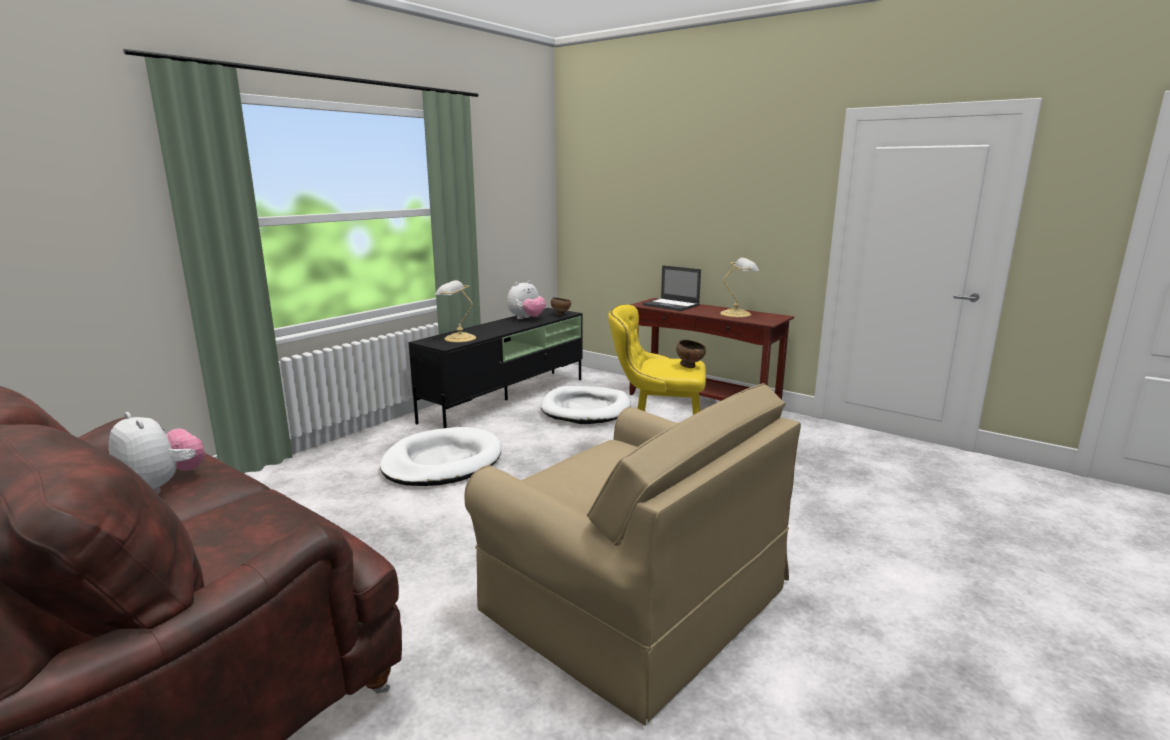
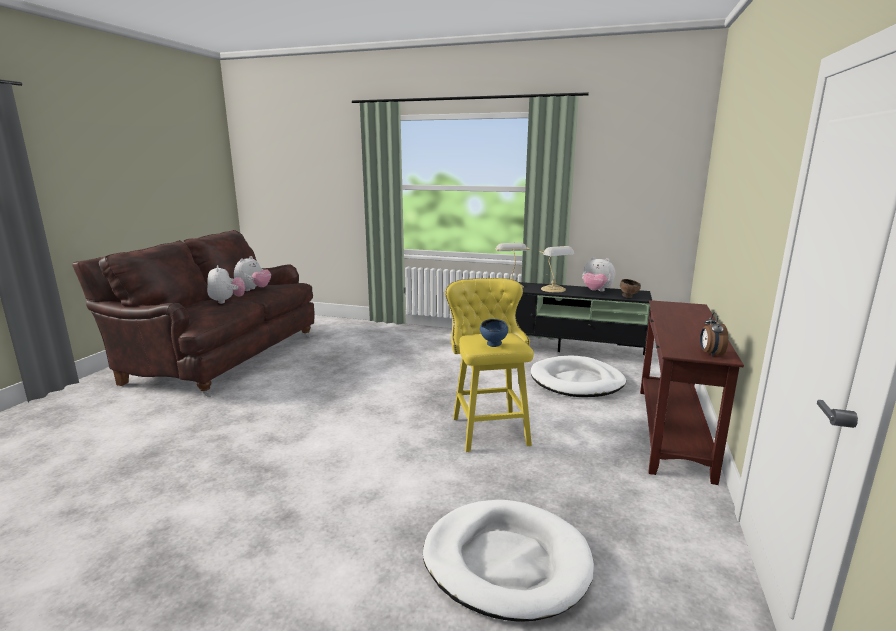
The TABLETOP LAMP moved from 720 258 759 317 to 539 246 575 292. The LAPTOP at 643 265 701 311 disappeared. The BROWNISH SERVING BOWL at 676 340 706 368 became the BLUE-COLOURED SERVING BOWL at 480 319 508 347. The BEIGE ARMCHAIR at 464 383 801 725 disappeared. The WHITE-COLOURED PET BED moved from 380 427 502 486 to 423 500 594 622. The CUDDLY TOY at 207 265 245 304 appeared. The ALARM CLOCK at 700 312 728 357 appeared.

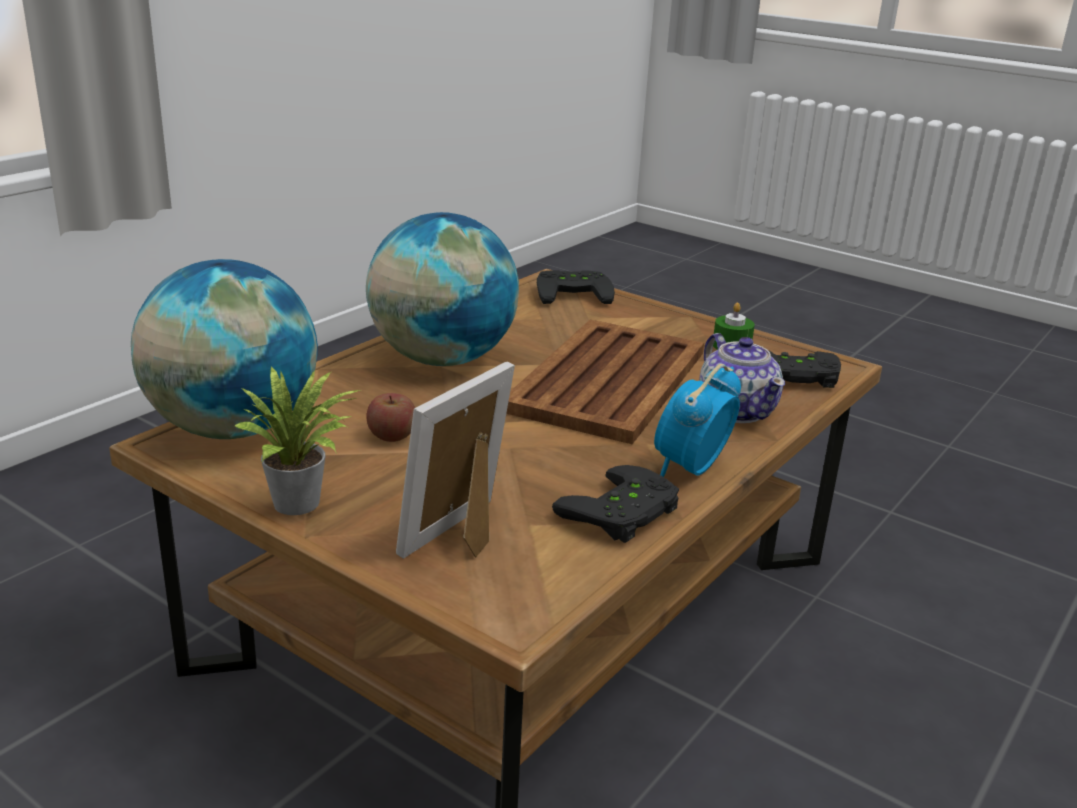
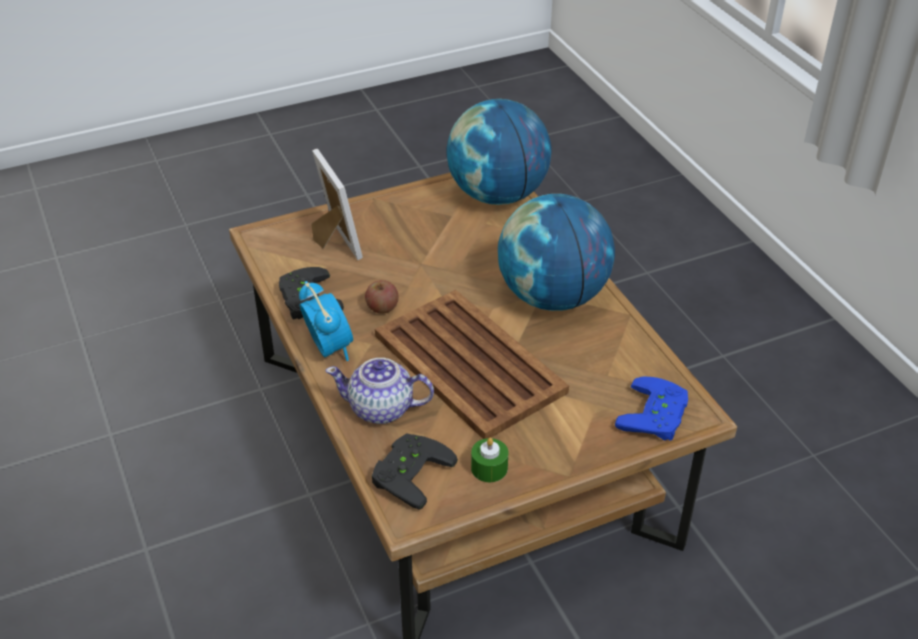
The BLACK-COLOURED GAME CONTROLLER at 537 270 615 304 became the BLUE-COLOURED GAME CONTROLLER at 615 376 688 441. The POTTED PLANT at 235 367 360 515 disappeared. The APPLE FRUIT moved from 366 393 415 442 to 365 280 399 314.

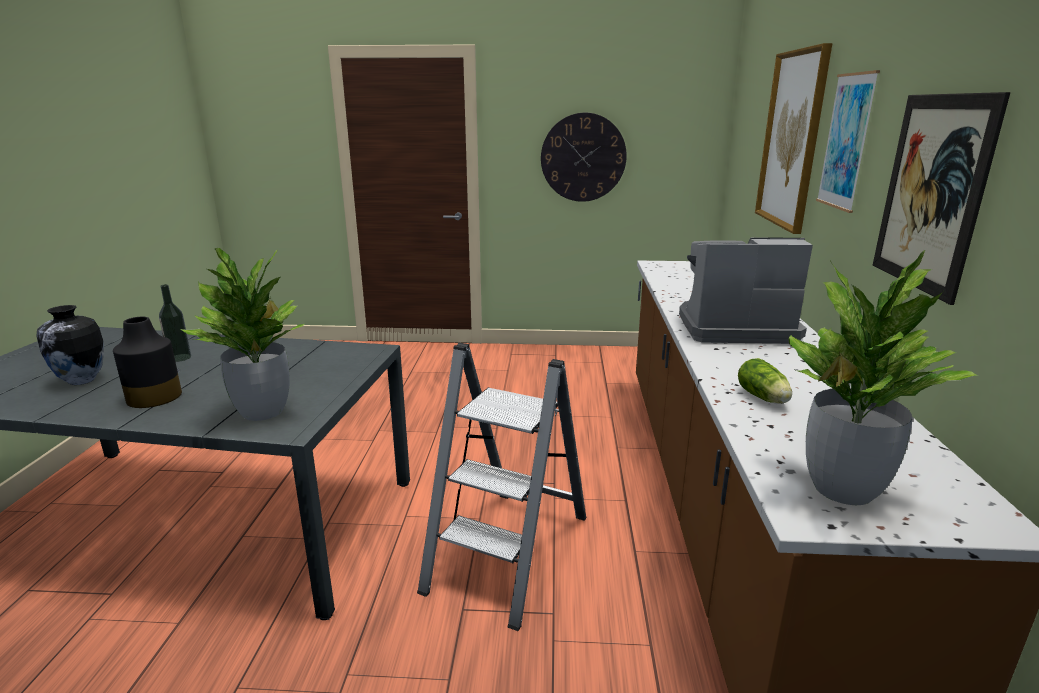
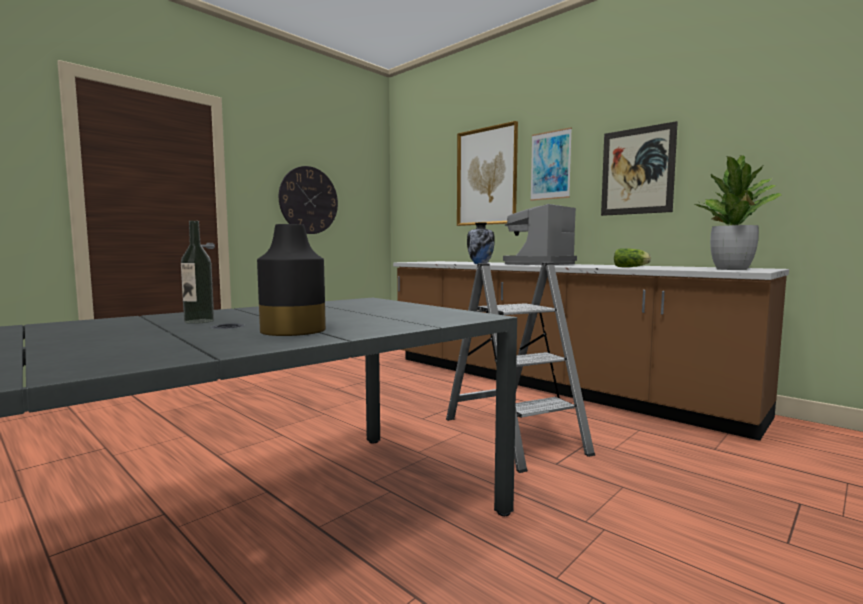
The POTTED PLANT at 181 248 304 421 disappeared. The VASE moved from 36 305 104 385 to 467 223 495 264.

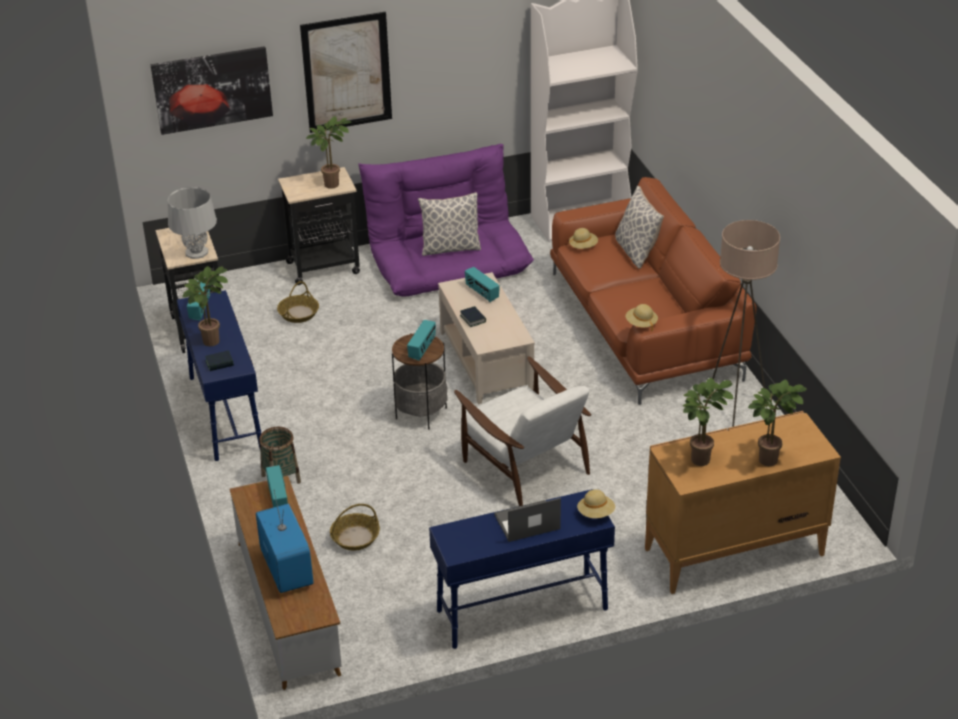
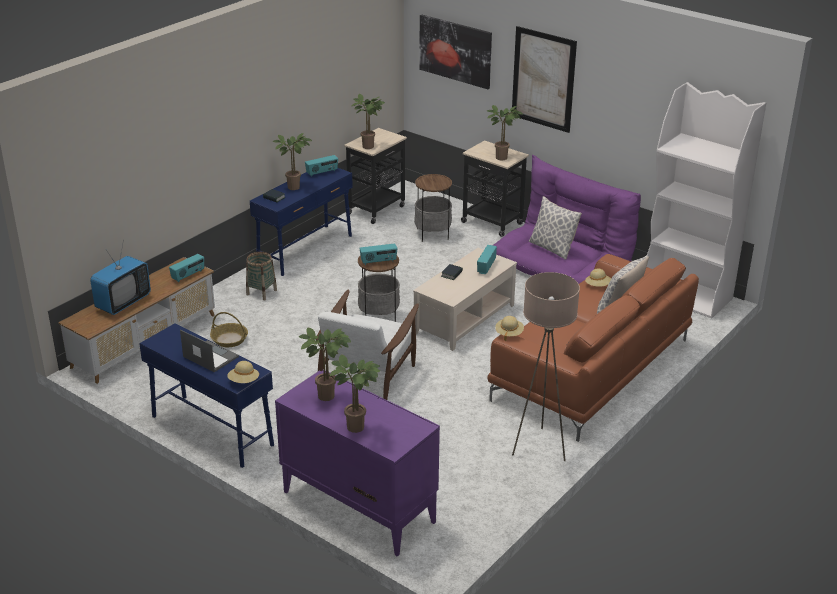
The GRAY TABLETOP LAMP at 167 187 217 259 was replaced by the POTTED PLANT at 352 94 385 149. The STORAGE BASKET at 277 281 319 323 was replaced by the SIDE TABLE at 414 174 452 242. The BROWNISH STORAGE CABINET at 645 411 841 594 became the PURPLE STORAGE CABINET at 275 370 440 557.

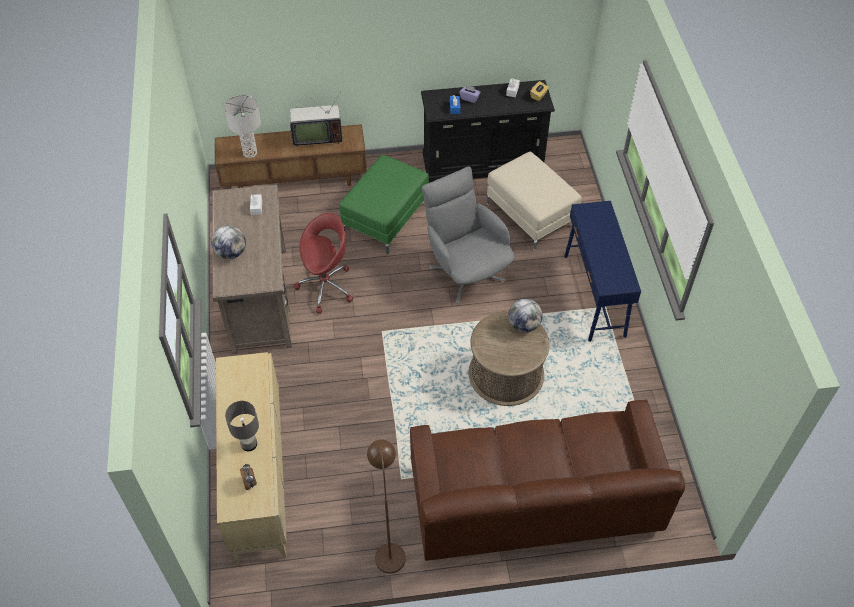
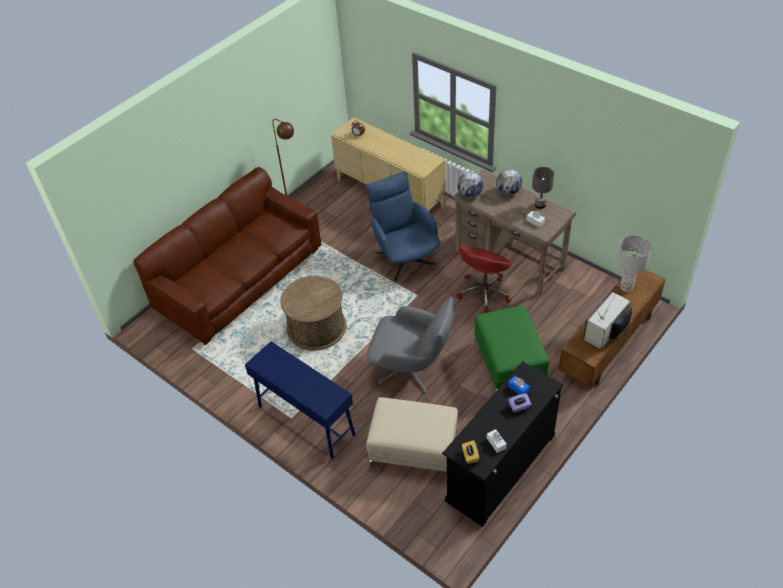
The GLOBE moved from 508 299 543 332 to 457 172 483 198. The GRAY TABLETOP LAMP moved from 225 401 259 451 to 532 167 554 209. The BLUE-COLOURED ARMCHAIR at 366 171 441 281 appeared.

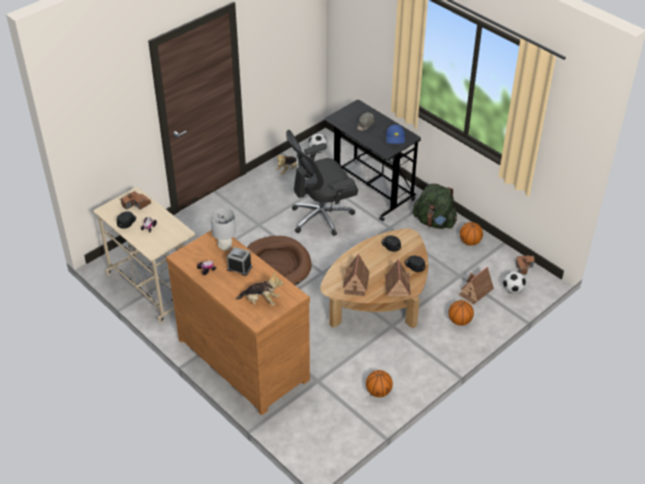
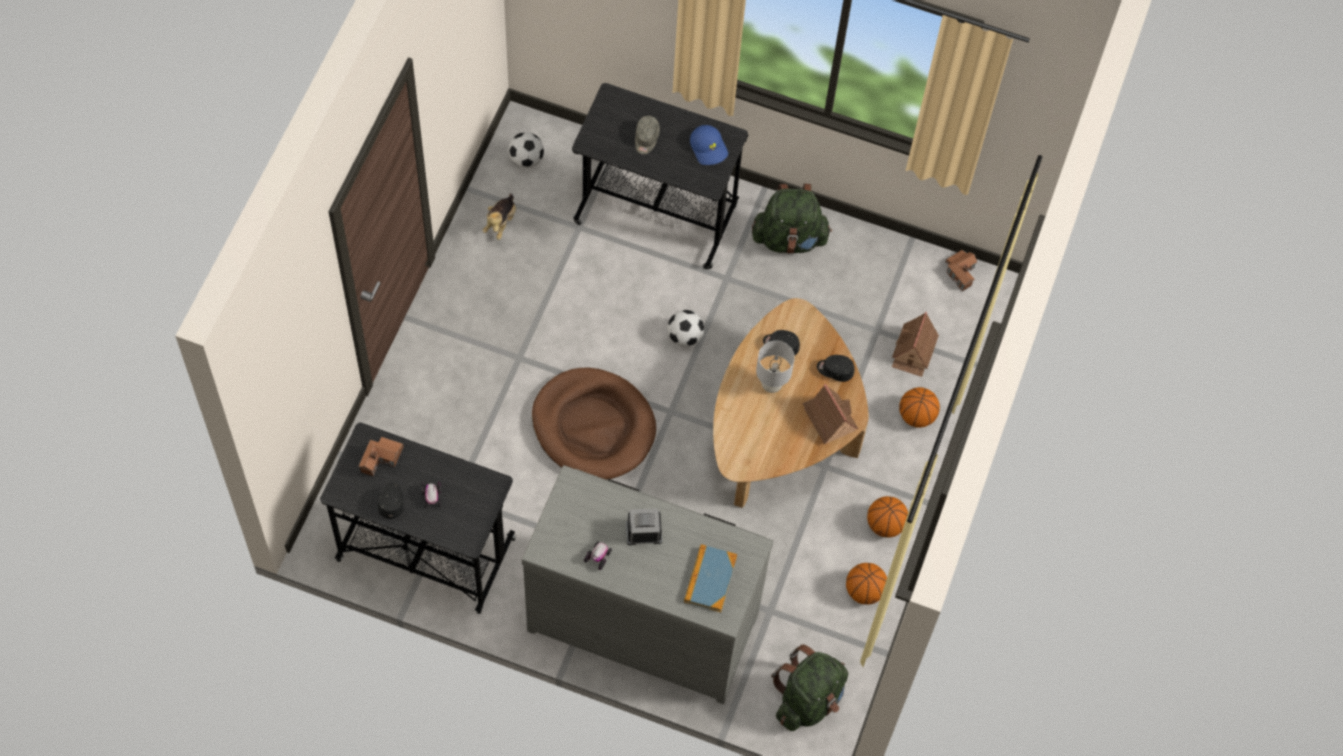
The COMPUTER CHAIR at 286 130 358 236 disappeared. The BEIGE DESK UNIT at 94 187 196 323 became the BLACK-COLOURED DESK UNIT at 320 423 516 614. The GRAY TABLETOP LAMP moved from 210 208 236 250 to 756 341 795 393. The BASKETBALL BALL moved from 460 222 483 246 to 867 496 908 538. The BROWNISH CHEST OF DRAWERS at 166 230 310 415 became the GRAY CHEST OF DRAWERS at 522 465 773 704. The TOY HOUSE at 343 253 369 296 disappeared. The FOOTBALL moved from 503 271 526 294 to 667 310 704 347. The CUDDLY TOY at 236 273 283 306 was replaced by the BOOK at 684 544 737 612. The GREENISH KNAPSACK at 771 644 848 731 appeared.

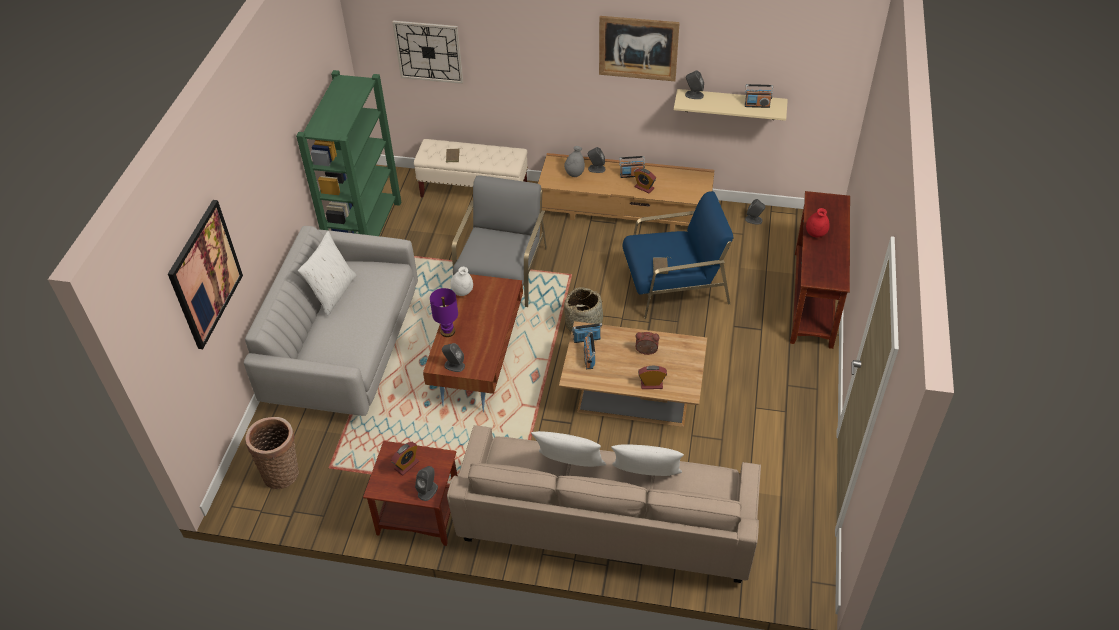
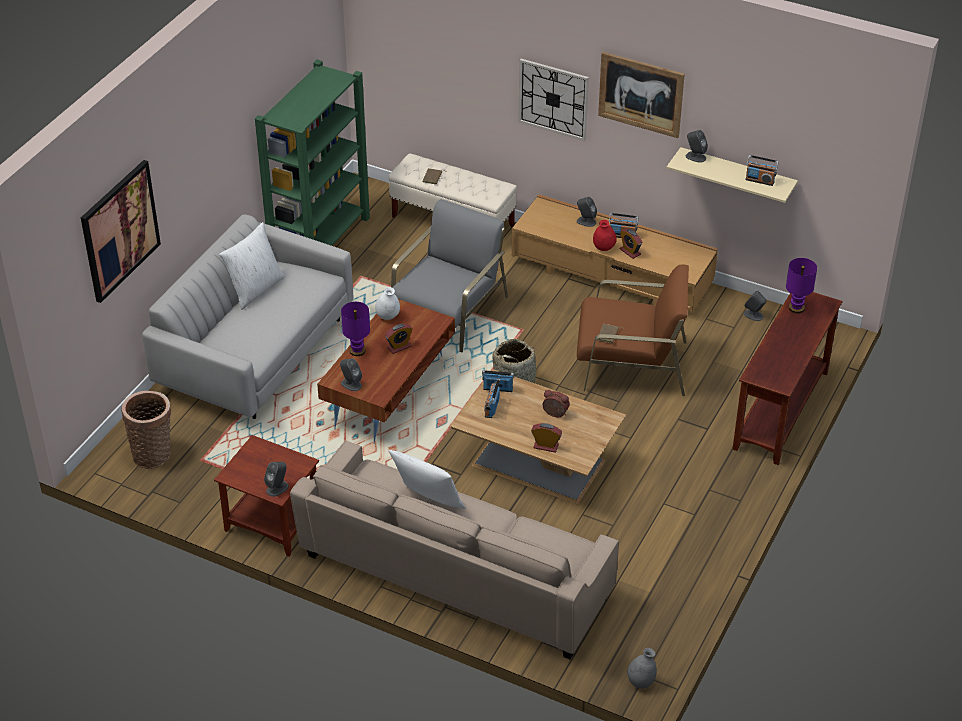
The HANGING CLOCK moved from 392 21 463 84 to 518 59 589 141. The GRAY VASE moved from 564 146 585 177 to 627 648 657 689. The BLUE-COLOURED ARMCHAIR at 623 191 734 319 became the BROWNISH ARMCHAIR at 577 264 689 396. The RED VASE moved from 806 208 830 237 to 593 220 617 251. The ALARM CLOCK moved from 391 442 419 476 to 385 324 413 354. The WHITE-COLOURED PILLOW at 611 445 684 476 disappeared. The PURPLE TABLETOP LAMP at 786 258 817 313 appeared.

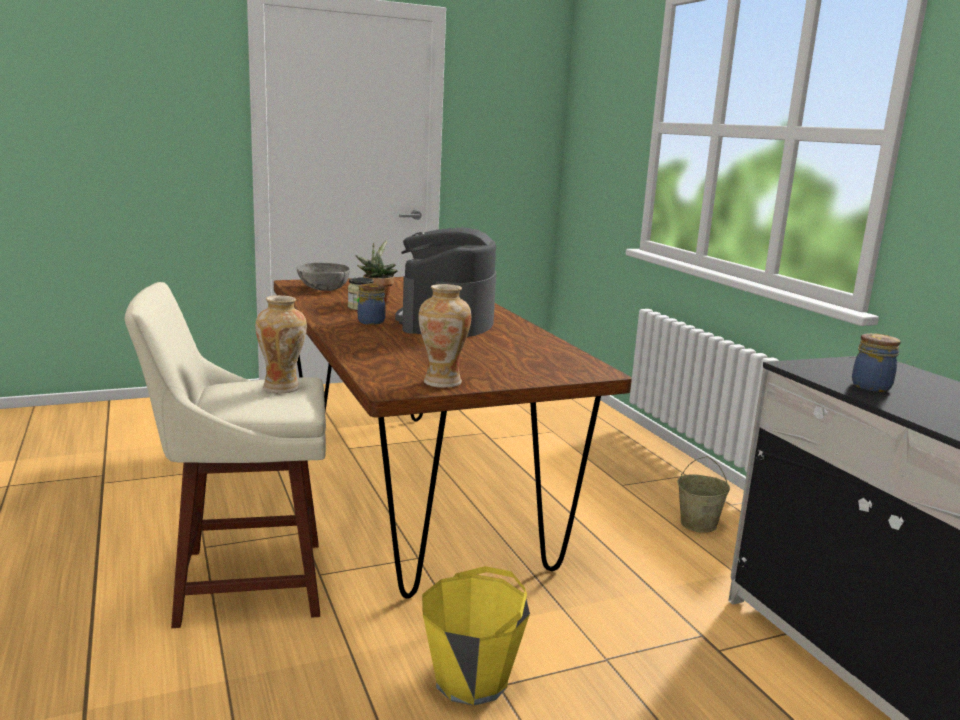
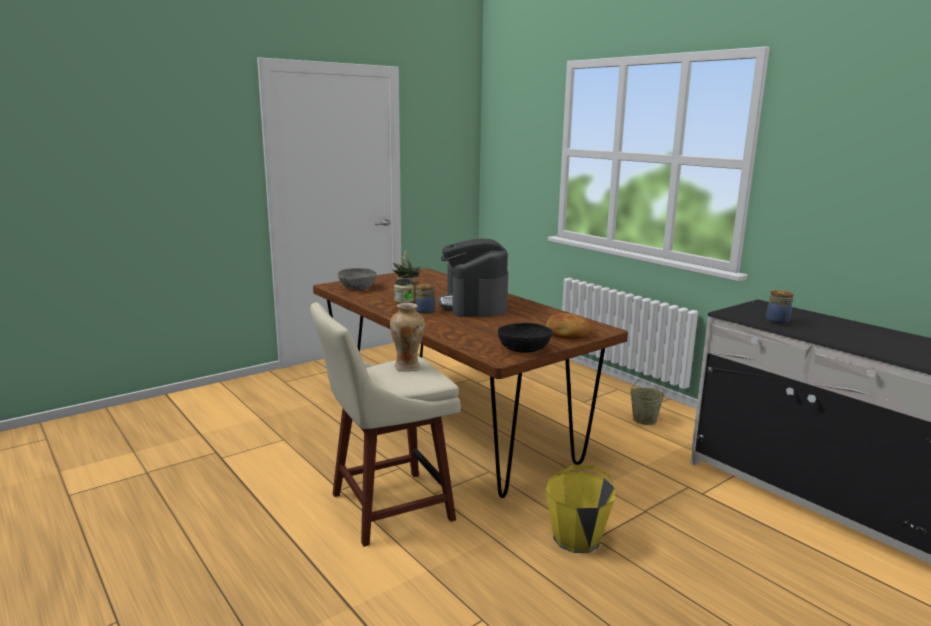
The VASE at 418 284 471 388 was replaced by the BLACK-COLOURED SERVING BOWL at 498 323 553 353. The BAKERY BREAD at 546 313 592 339 appeared.

